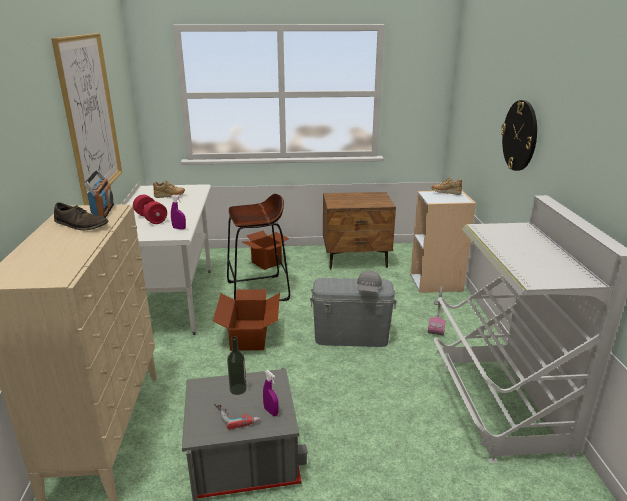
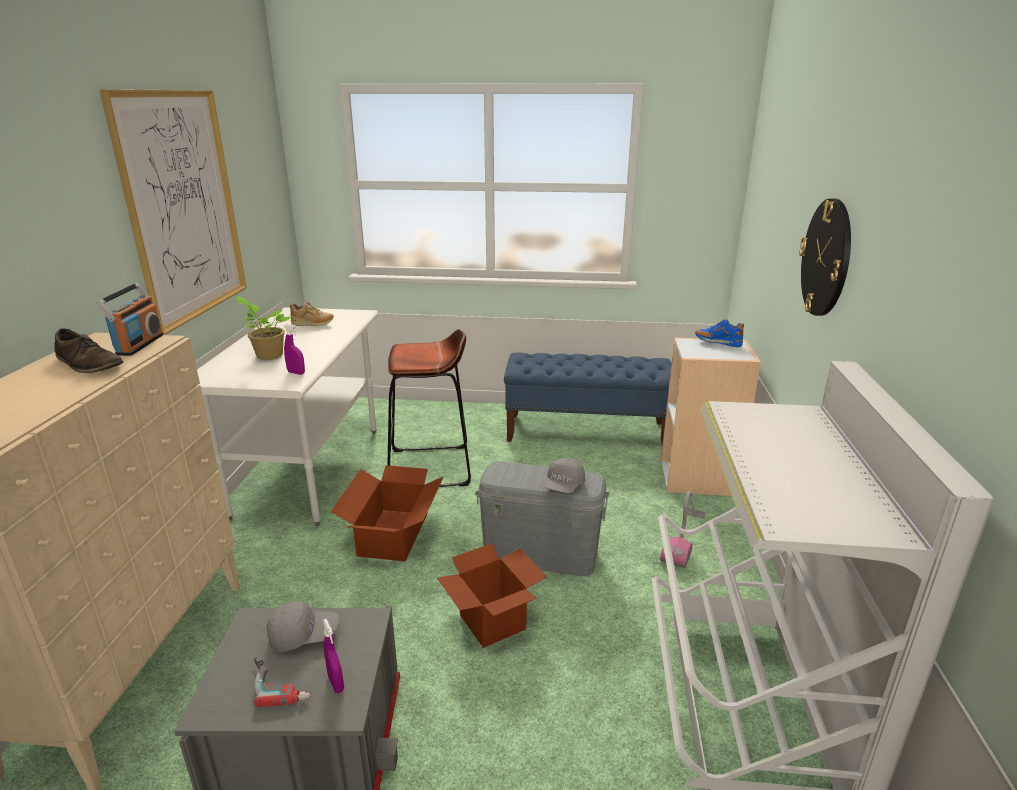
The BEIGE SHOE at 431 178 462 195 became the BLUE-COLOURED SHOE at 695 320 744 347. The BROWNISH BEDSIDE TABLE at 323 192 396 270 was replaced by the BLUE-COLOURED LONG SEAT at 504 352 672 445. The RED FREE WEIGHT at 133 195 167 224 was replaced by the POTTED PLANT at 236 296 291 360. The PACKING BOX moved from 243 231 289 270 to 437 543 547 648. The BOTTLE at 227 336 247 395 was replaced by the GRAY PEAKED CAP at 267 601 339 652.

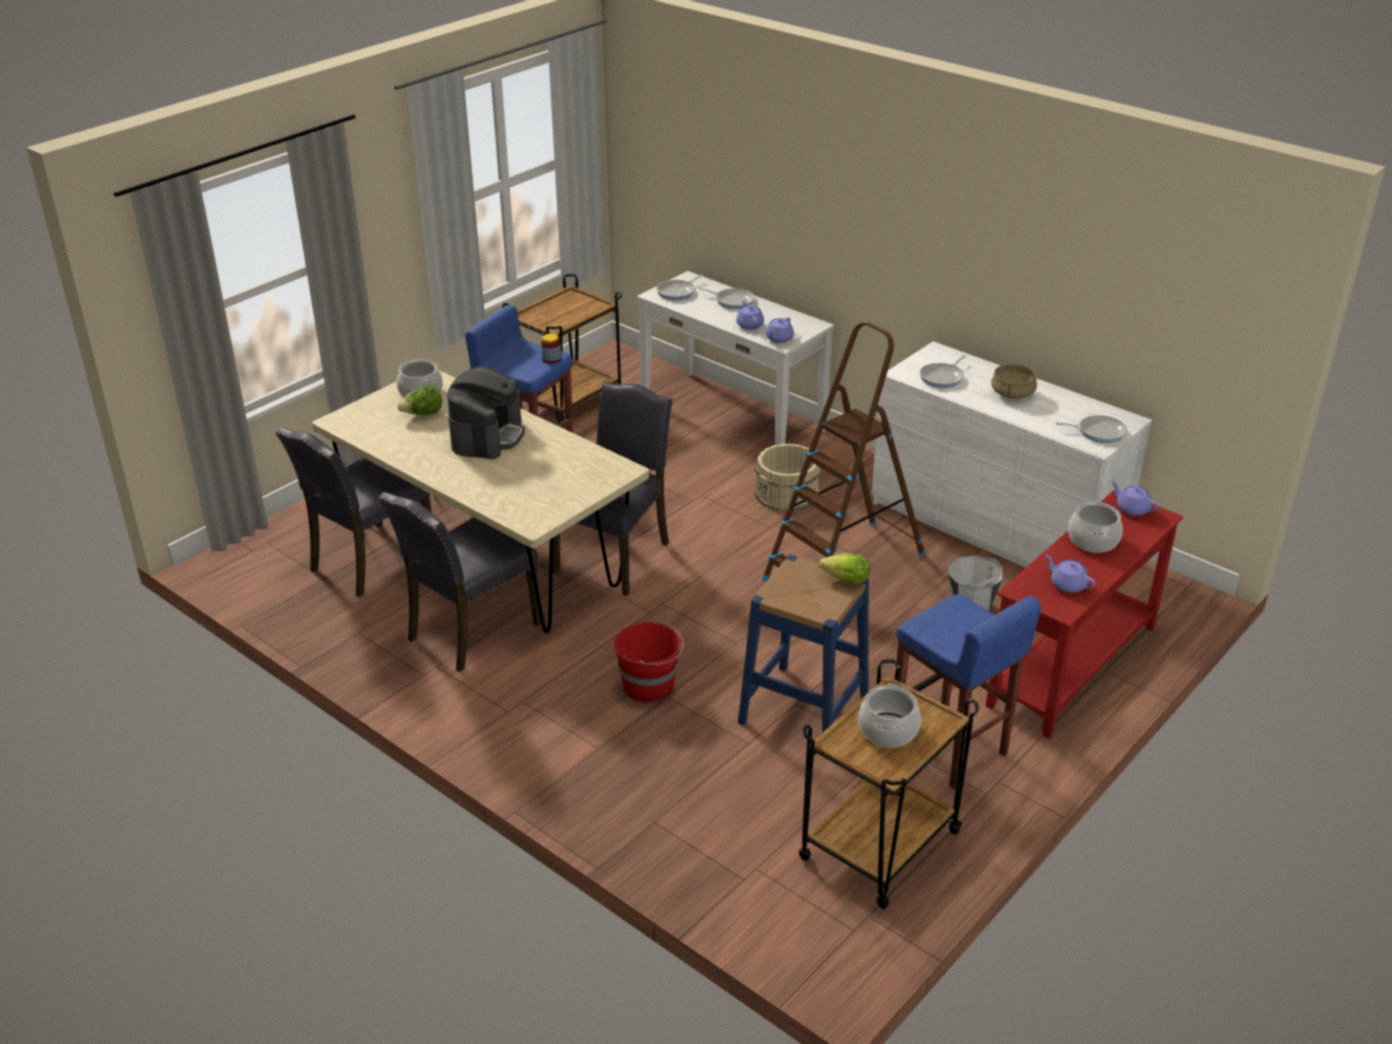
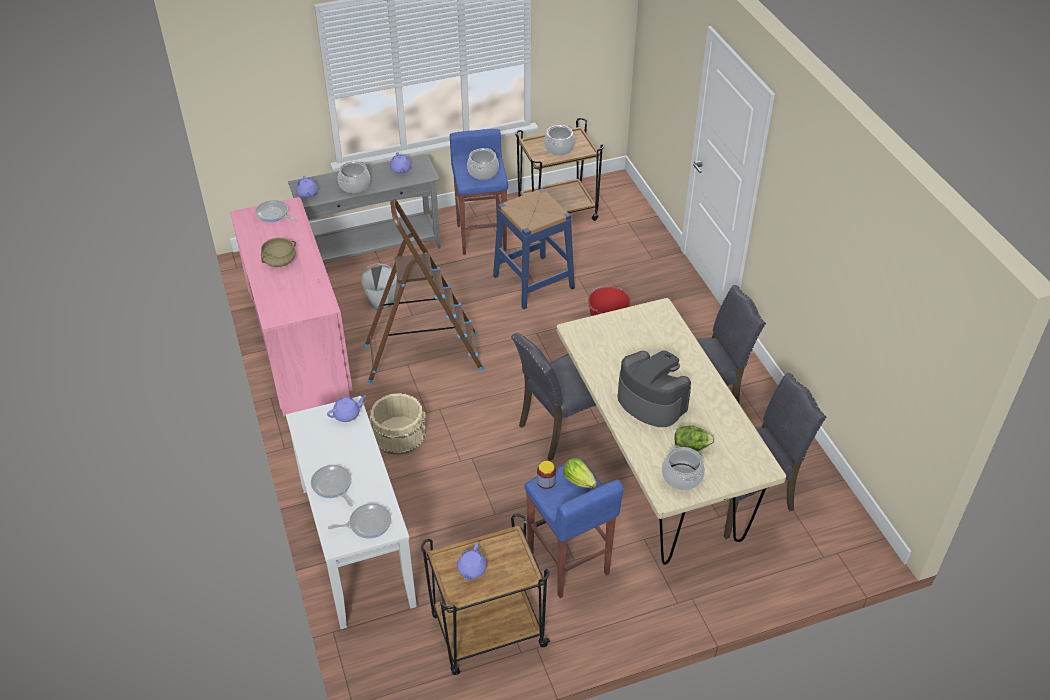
The PURPLE POT FOR TEA moved from 736 300 764 330 to 457 543 487 580. The WHITE-COLOURED CHEST OF DRAWERS at 872 341 1152 568 became the PINK CHEST OF DRAWERS at 230 197 353 417. The FRYING PAN at 920 355 966 388 disappeared. The COFFEE BREWER at 447 366 525 459 turned 90 degrees clockwise. The RED CONSOLE TABLE at 986 490 1183 739 became the GRAY CONSOLE TABLE at 288 154 441 264. The LETTUCE HEAD moved from 819 553 870 584 to 563 458 597 488. The SAUCEPOT at 467 148 499 180 appeared.

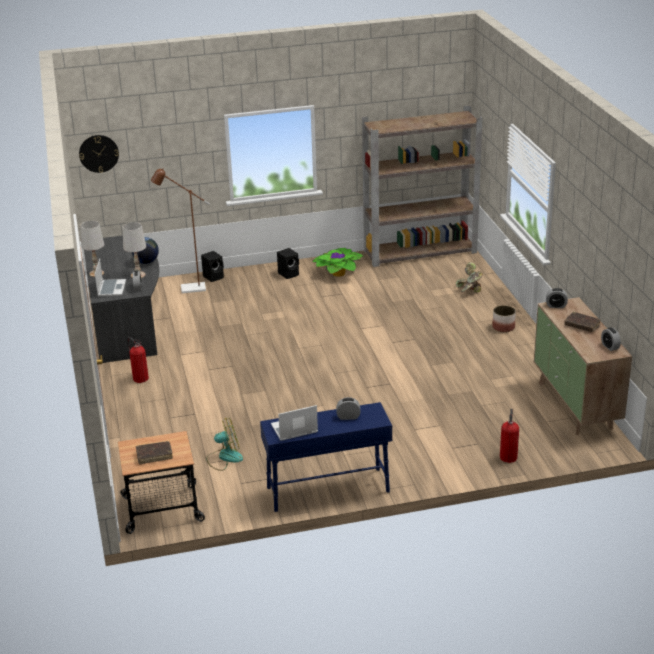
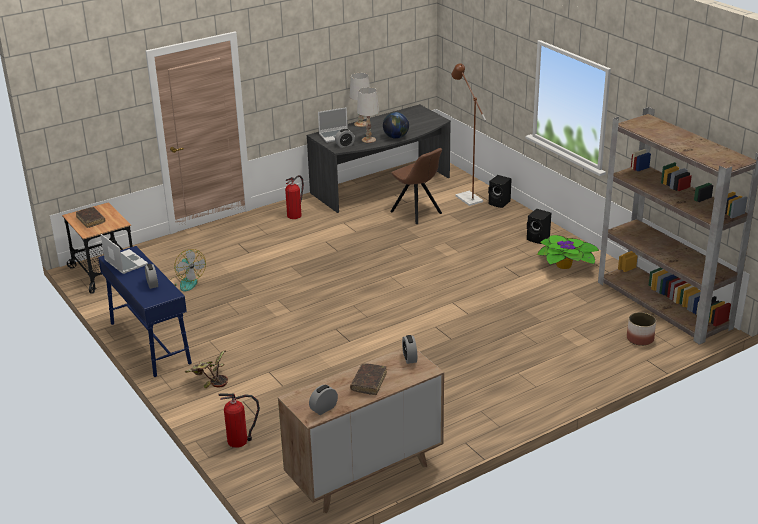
The HANGING CLOCK at 79 135 119 173 disappeared. The POTTED PLANT moved from 455 262 483 293 to 185 350 228 388. The PLANT POT moved from 492 305 516 332 to 627 312 656 346. The BROWNISH UPRIGHT CHAIR at 391 148 442 224 appeared.

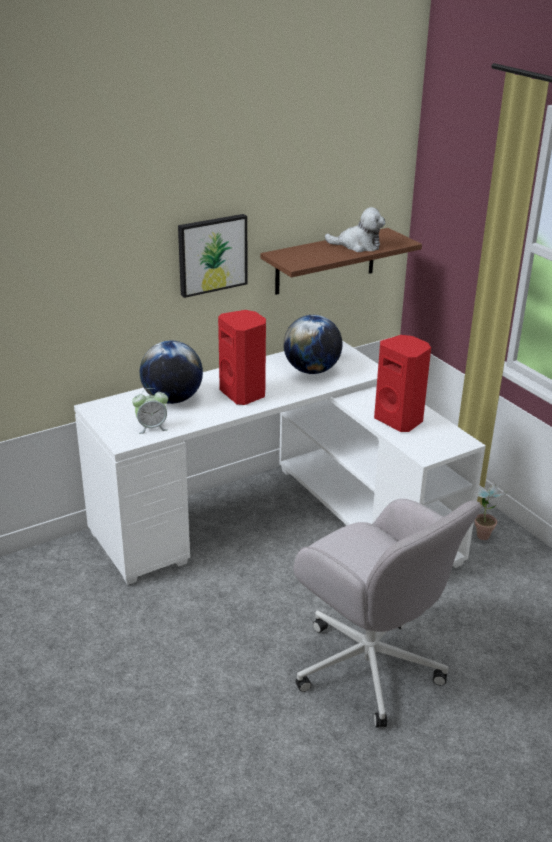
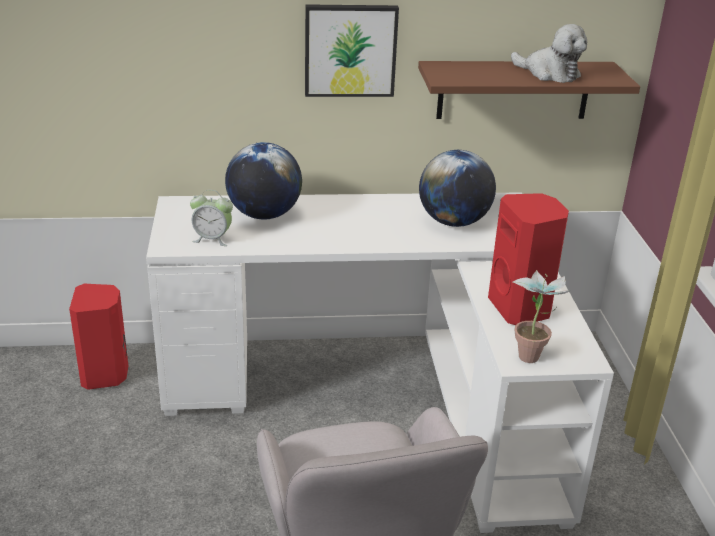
The RED SPEAKER moved from 218 310 266 405 to 69 284 128 390. The POTTED PLANT moved from 474 483 507 540 to 512 270 572 363.

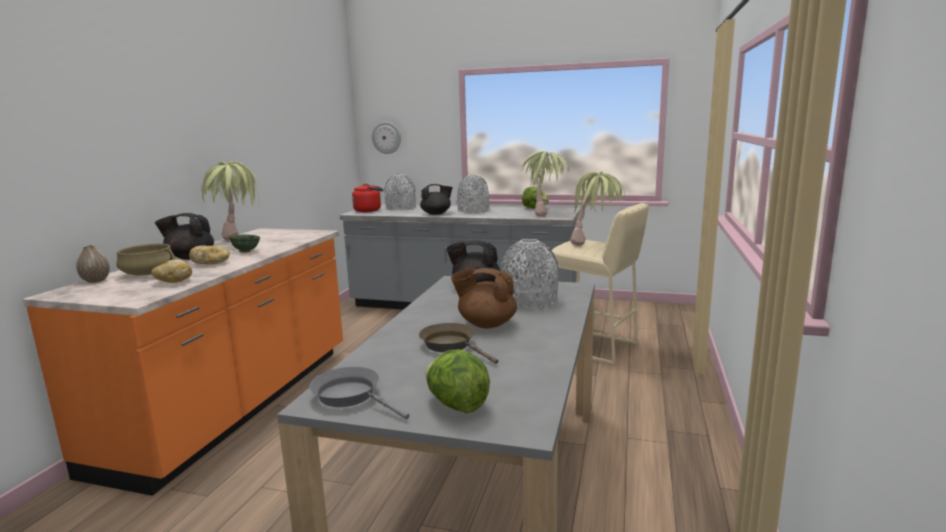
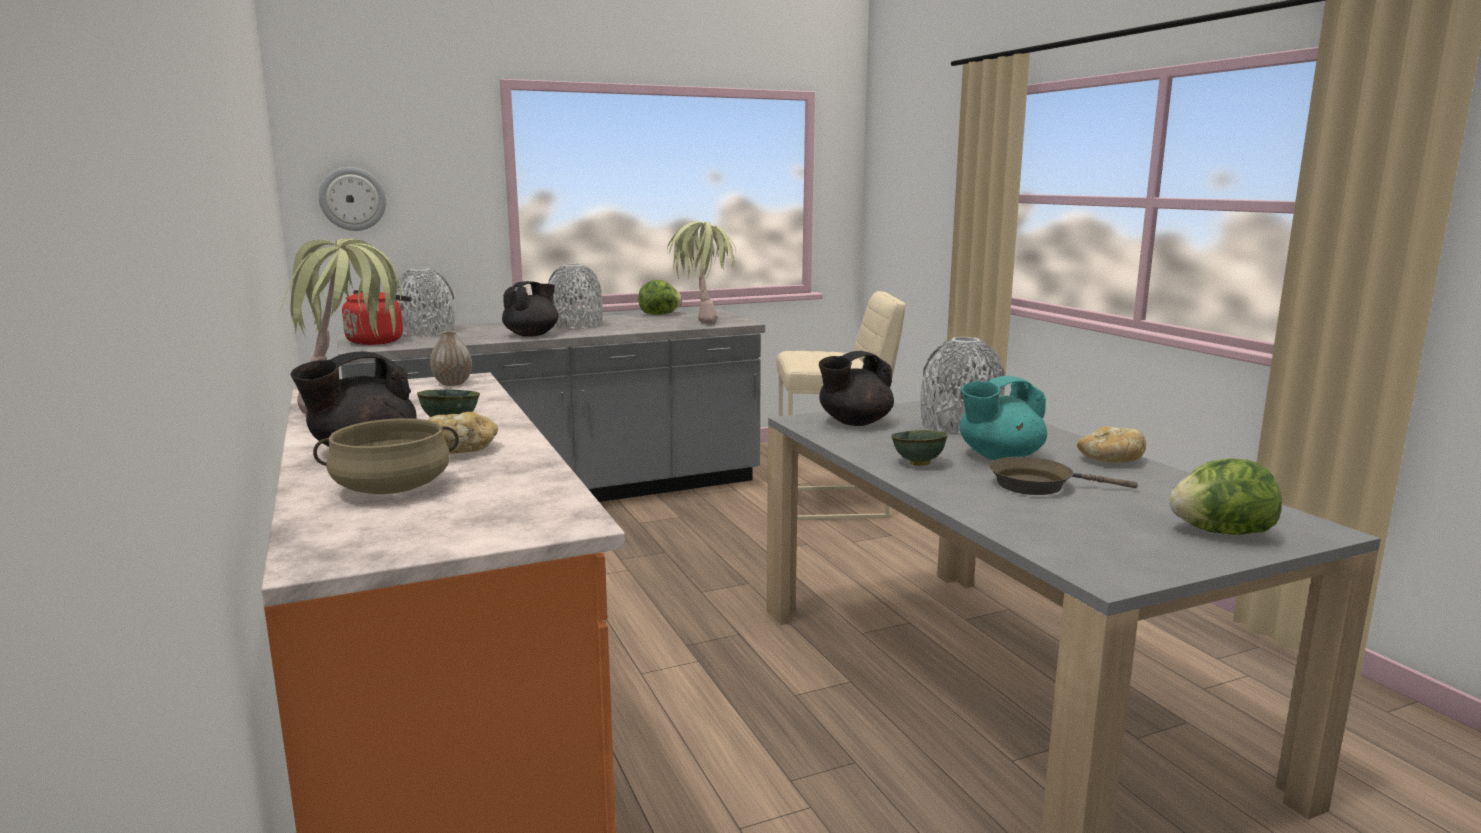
The POTTED PLANT at 570 171 625 246 disappeared. The VASE moved from 76 245 110 283 to 430 331 472 386. The BAKERY BREAD moved from 151 259 192 283 to 1077 426 1146 463. The BROWNISH POT FOR TEA at 451 268 517 328 became the TURQUOISE-COLOURED POT FOR TEA at 960 376 1047 460. The GRAY FRYING PAN at 310 367 409 419 disappeared. The GREENISH SERVING BOWL at 891 430 948 466 appeared.

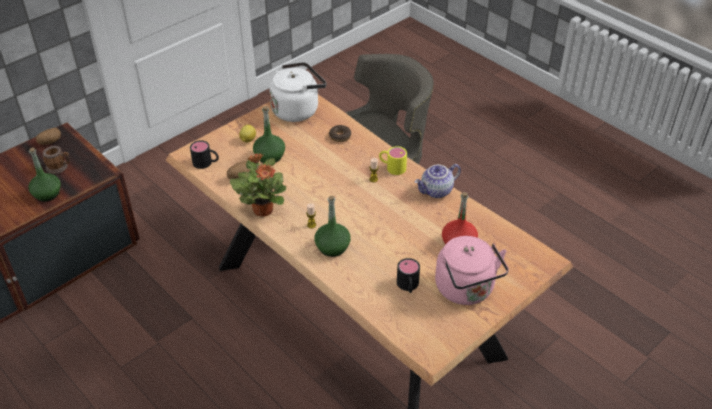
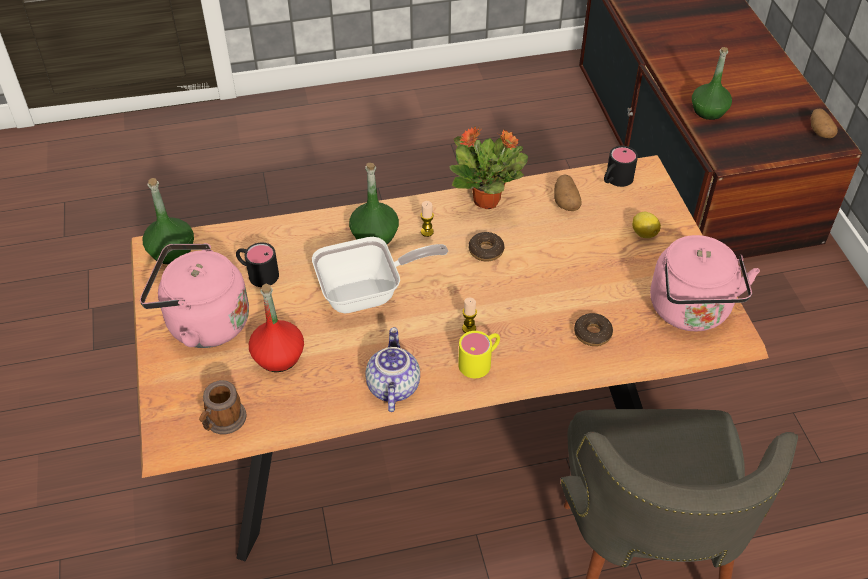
The WHITE-COLOURED WATER KETTLE at 269 62 327 122 became the PINK WATER KETTLE at 650 235 760 331. The GREENISH BOTTLE moved from 253 106 285 163 to 143 178 194 264. The TEA MUG moved from 43 146 70 174 to 199 380 247 434. The DOUGHNUT at 469 232 505 262 appeared. The FRYING PAN at 312 237 448 313 appeared.

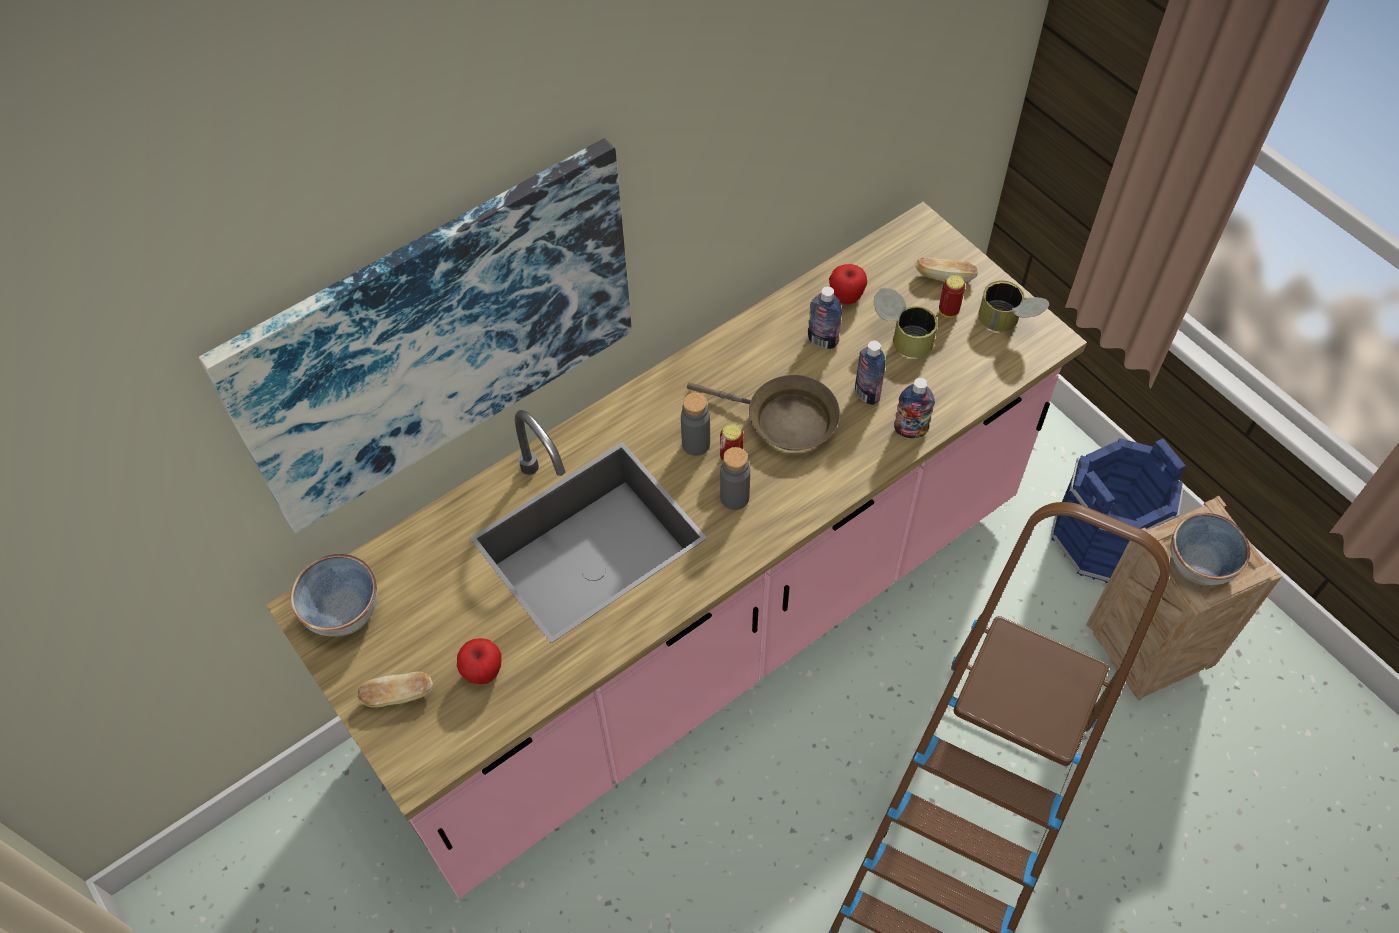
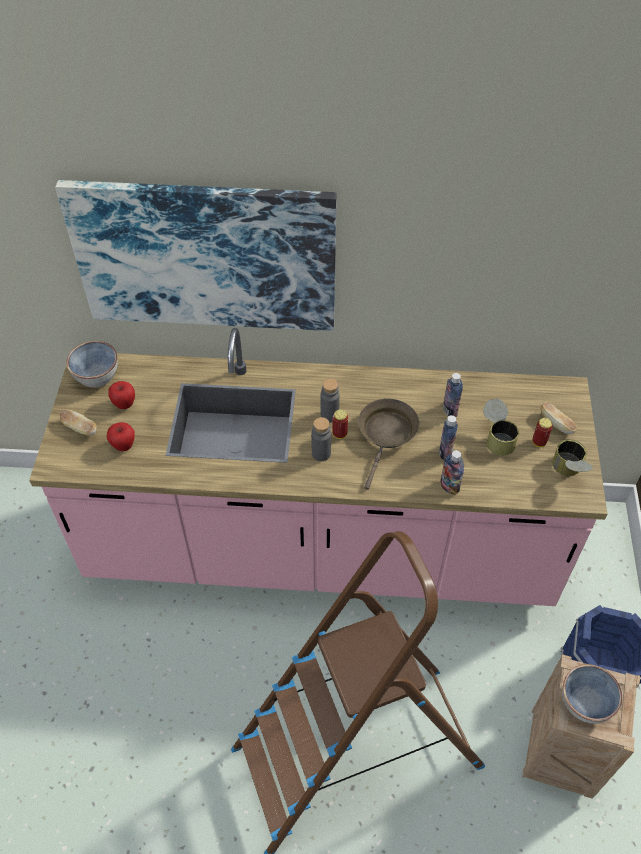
The APPLE FRUIT moved from 829 264 867 304 to 108 381 135 409. The BROWNISH FRYING PAN at 687 375 840 451 turned 135 degrees counterclockwise.

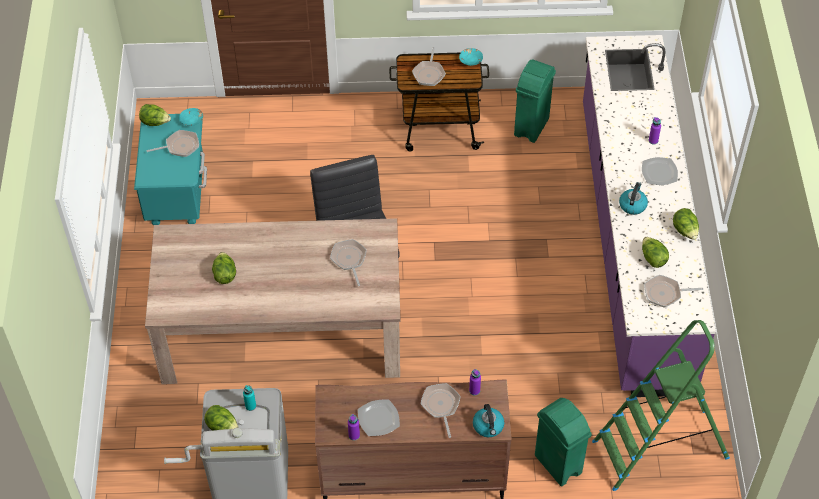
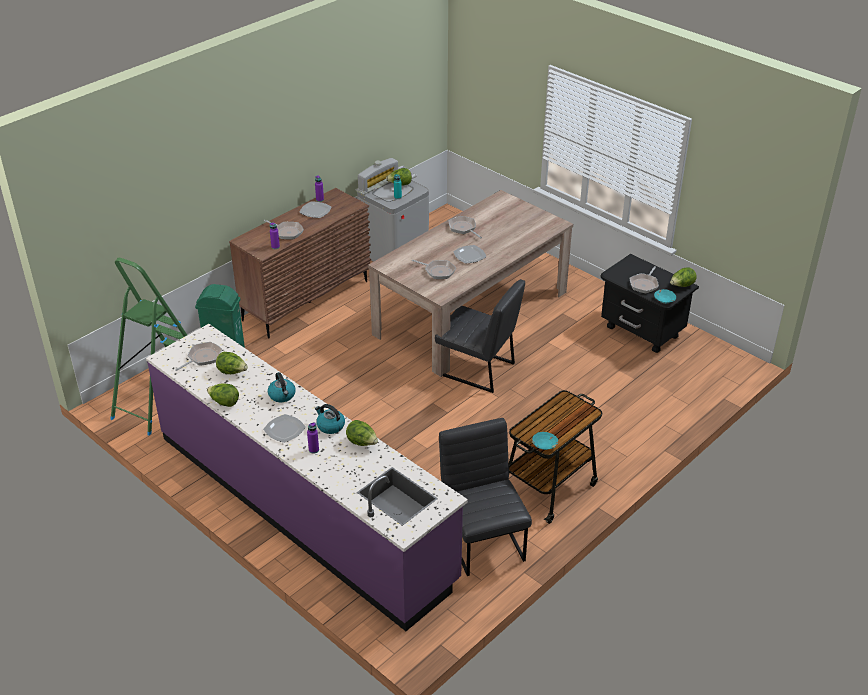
The FRYING PAN moved from 412 47 446 86 to 449 216 482 238. The GREENISH TRASH CAN at 514 59 556 143 was replaced by the GRAY UPRIGHT CHAIR at 439 418 532 576. The TURQUOISE-COLOURED BEDSIDE TABLE at 134 114 207 225 became the BLACK-COLOURED BEDSIDE TABLE at 601 254 699 353. The LETTUCE HEAD moved from 212 252 236 284 to 346 420 378 446. The WATER KETTLE moved from 473 404 504 437 to 315 404 345 434. The FLAT DISH at 453 245 486 264 appeared.

